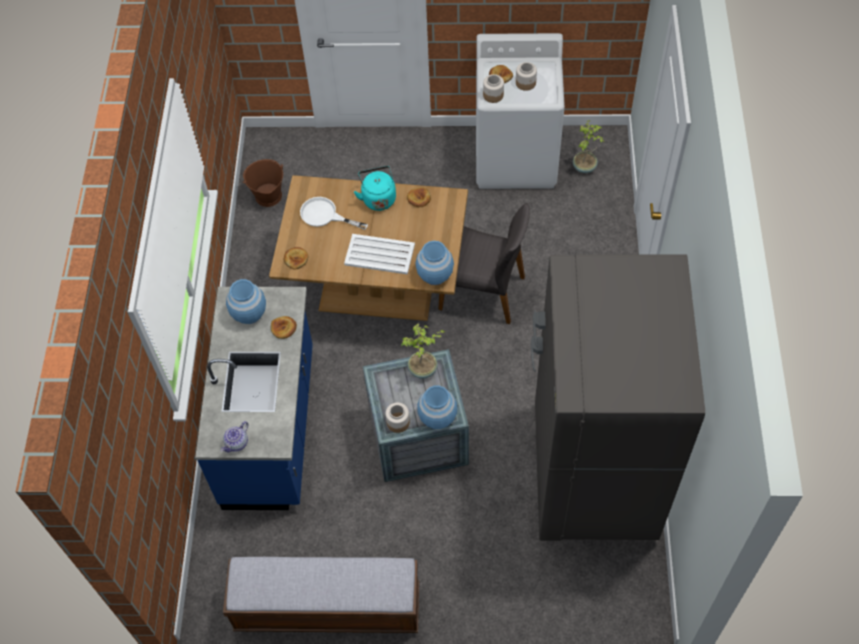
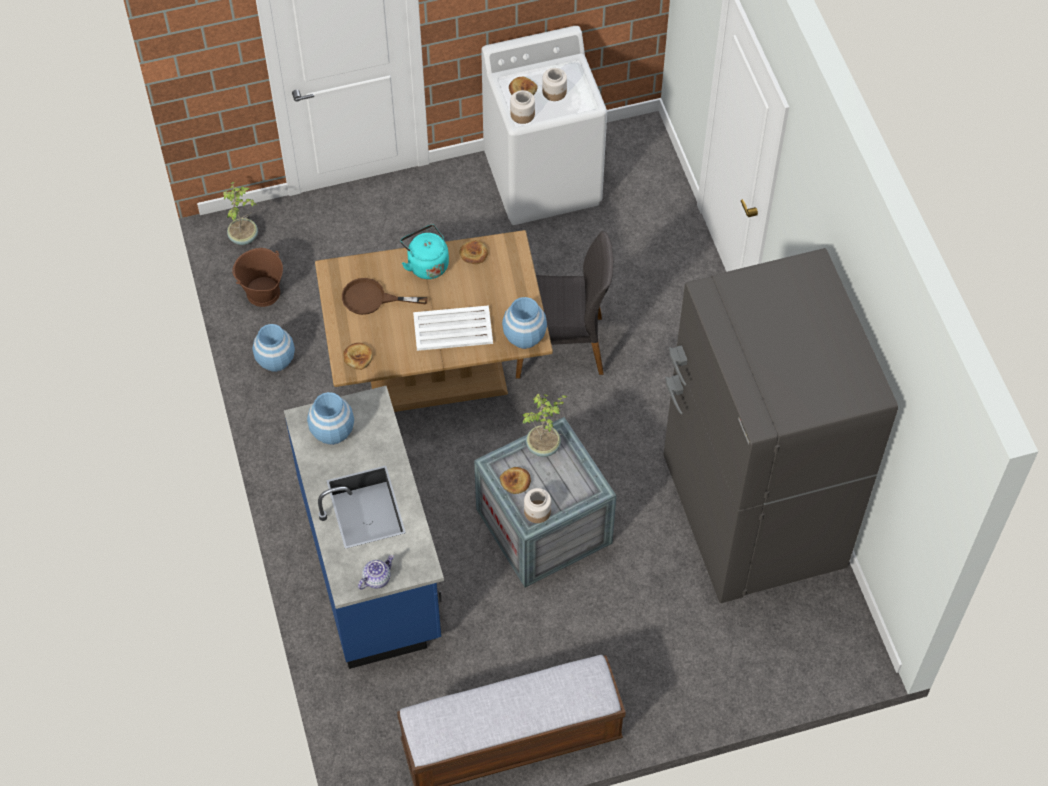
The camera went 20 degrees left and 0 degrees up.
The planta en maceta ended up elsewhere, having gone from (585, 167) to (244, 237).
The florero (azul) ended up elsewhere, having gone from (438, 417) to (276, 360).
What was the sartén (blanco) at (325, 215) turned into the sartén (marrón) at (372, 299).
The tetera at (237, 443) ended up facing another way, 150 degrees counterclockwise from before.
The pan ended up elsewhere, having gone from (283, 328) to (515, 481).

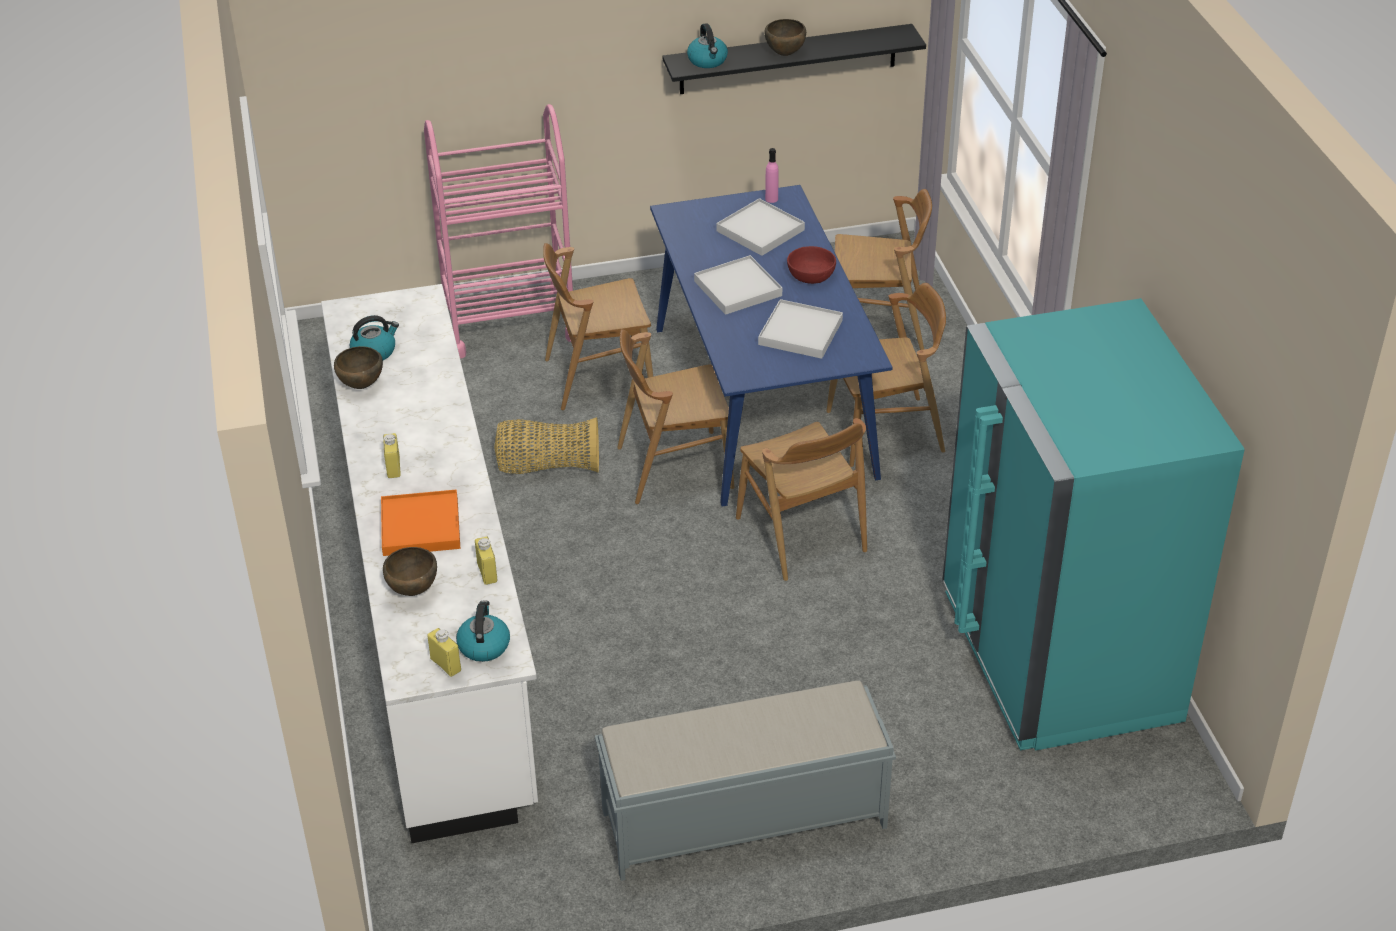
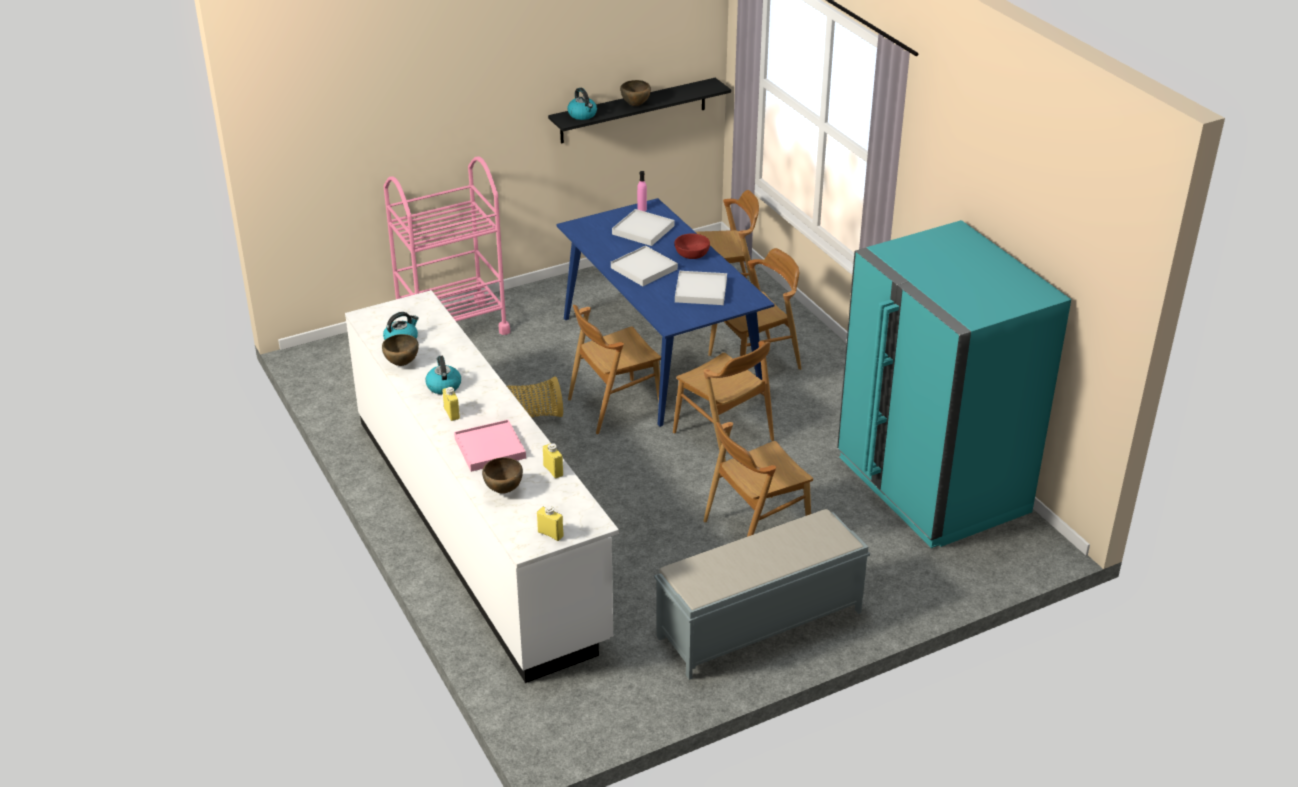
The camera went 15 degrees left and 5 degrees down.
The hervidor ended up elsewhere, having gone from (484, 645) to (443, 386).
What was the bandeja (naranja) at (420, 527) turned into the bandeja (rosa) at (490, 448).
The silla (marrón) ended up elsewhere, having gone from (598, 377) to (756, 529).

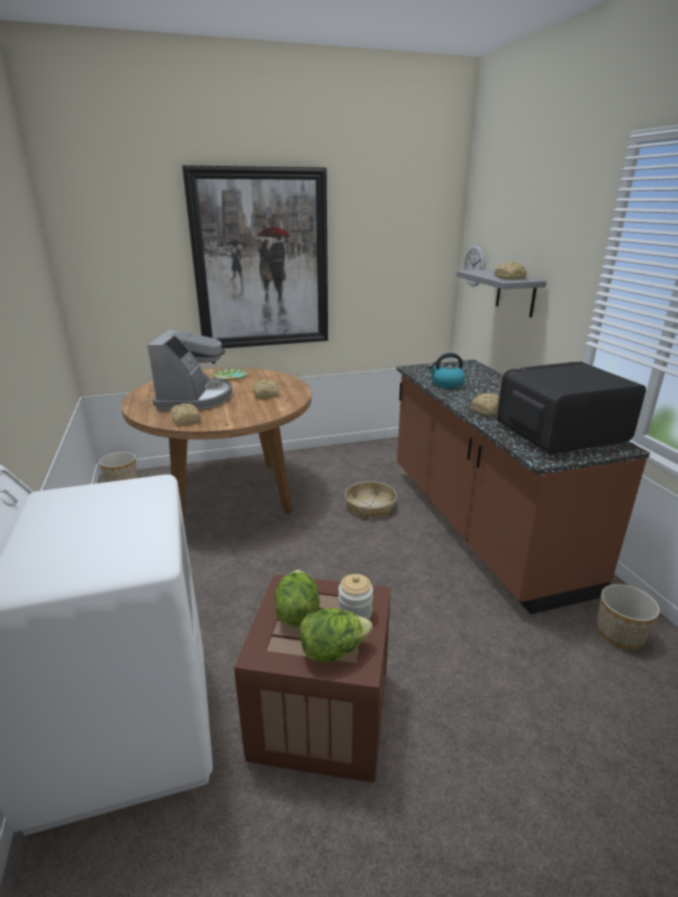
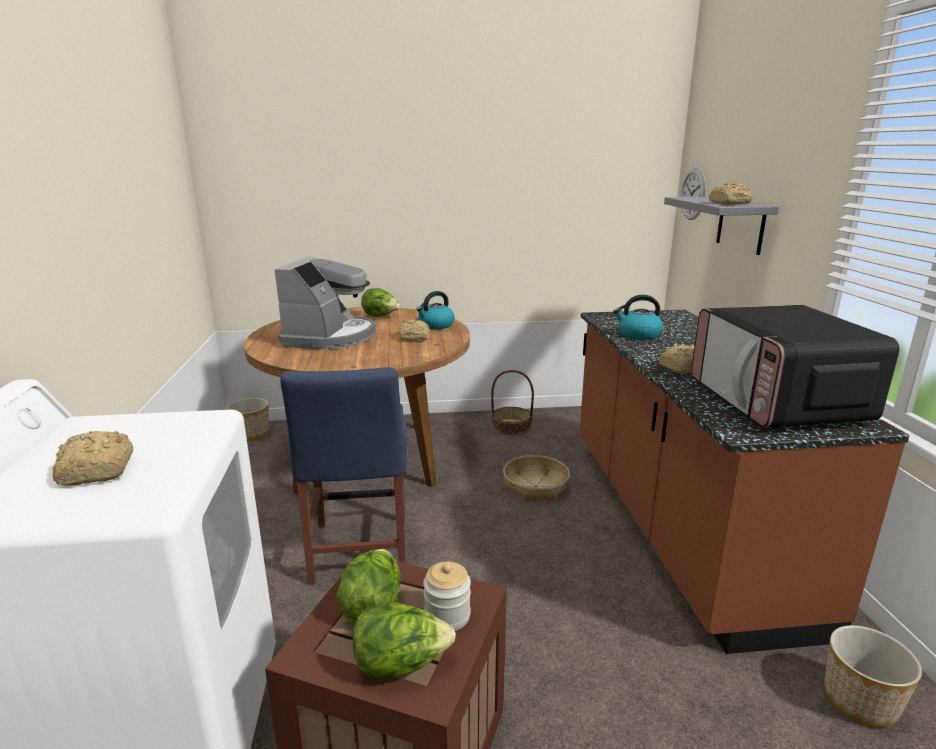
The camera went 10 degrees right and 5 degrees down.
The pan ended up elsewhere, having gone from (185, 420) to (96, 472).
The second view gained the silla (azul) at (358, 553).
Where the plato stood at (230, 376), the lechuga came to stand at (381, 316).
The second view gained the hervidor at (435, 325).
The second view gained the cesta at (511, 426).
The microondas at (559, 434) ended up facing another way, 90 degrees counterclockwise from before.
The second view lost the cuadro at (261, 261).

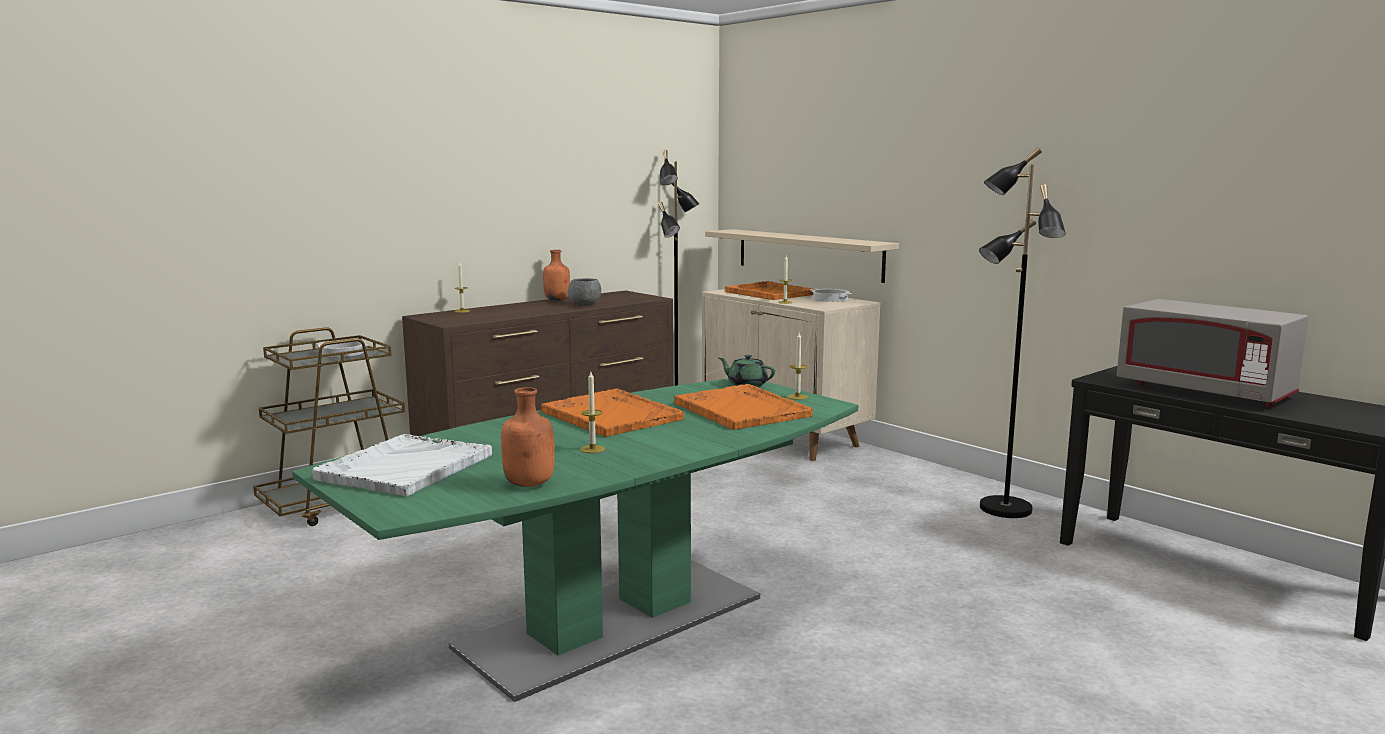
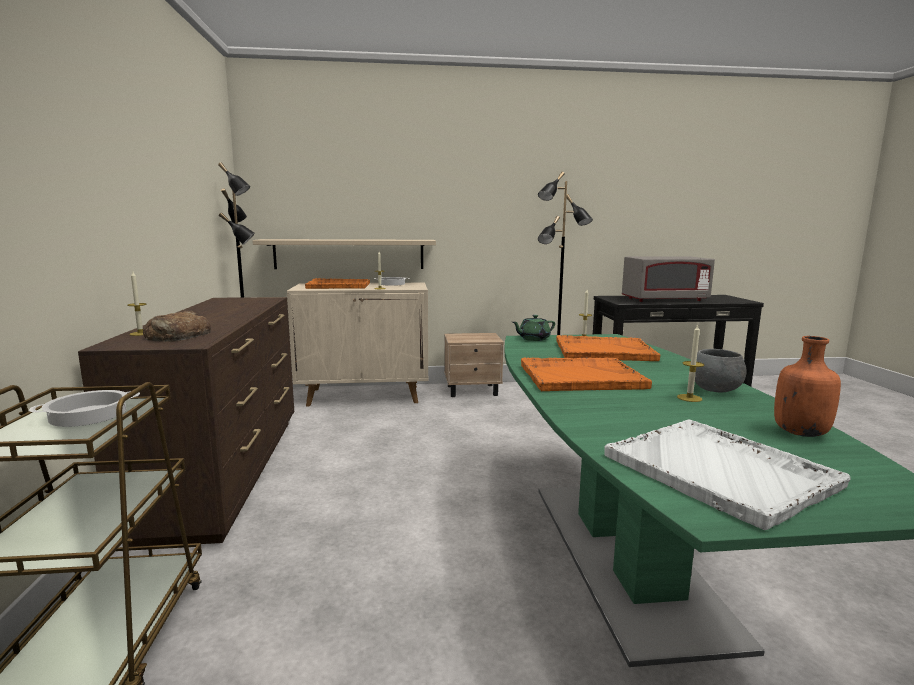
The camera went 55 degrees left and 0 degrees up.
The second view gained the pan at (177, 336).
The second view gained the mesita de noche (beis) at (473, 390).
The cuenco (gris) ended up elsewhere, having gone from (584, 305) to (716, 390).
The second view lost the botella (naranja) at (557, 300).

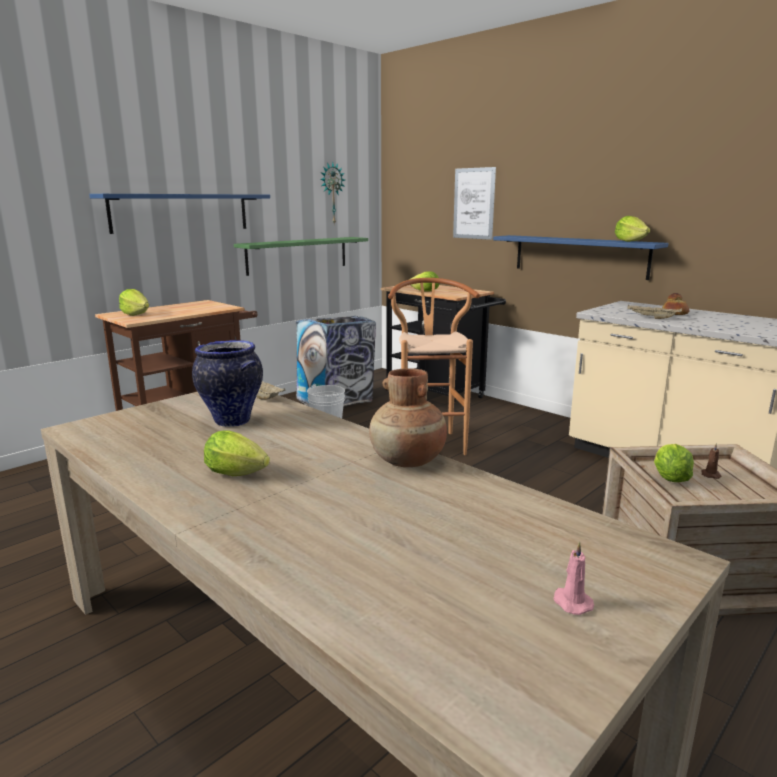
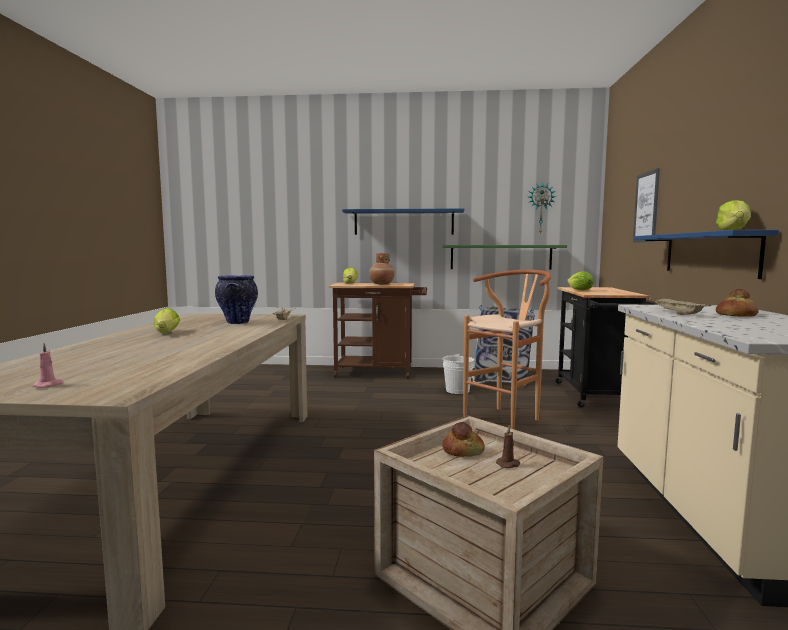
The camera went 50 degrees right and 10 degrees down.
The florero (marrón) ended up elsewhere, having gone from (407, 461) to (381, 284).
Where the lechuga stood at (669, 478), the pan came to stand at (463, 450).

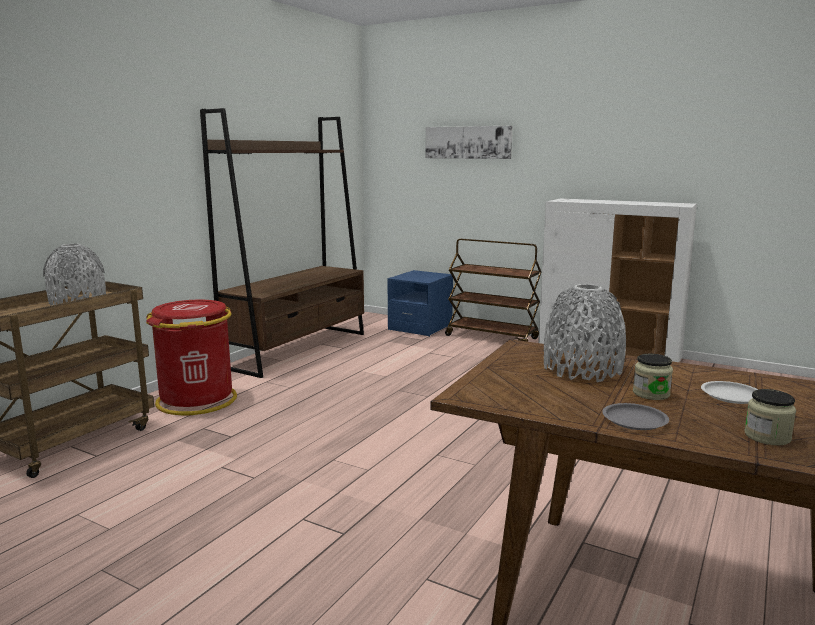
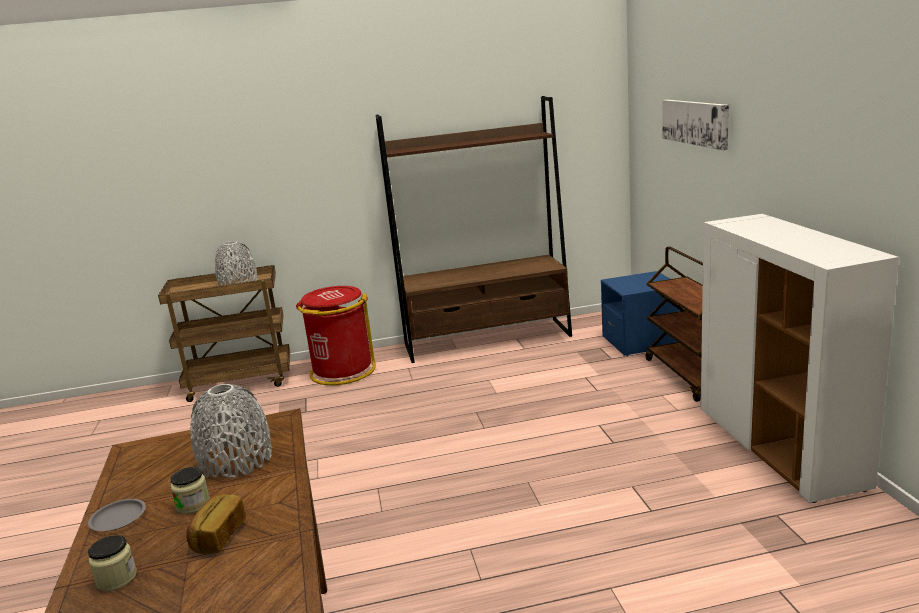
The camera went 50 degrees right and 5 degrees up.
Where the plato (blanco) stood at (730, 396), the pan came to stand at (218, 537).

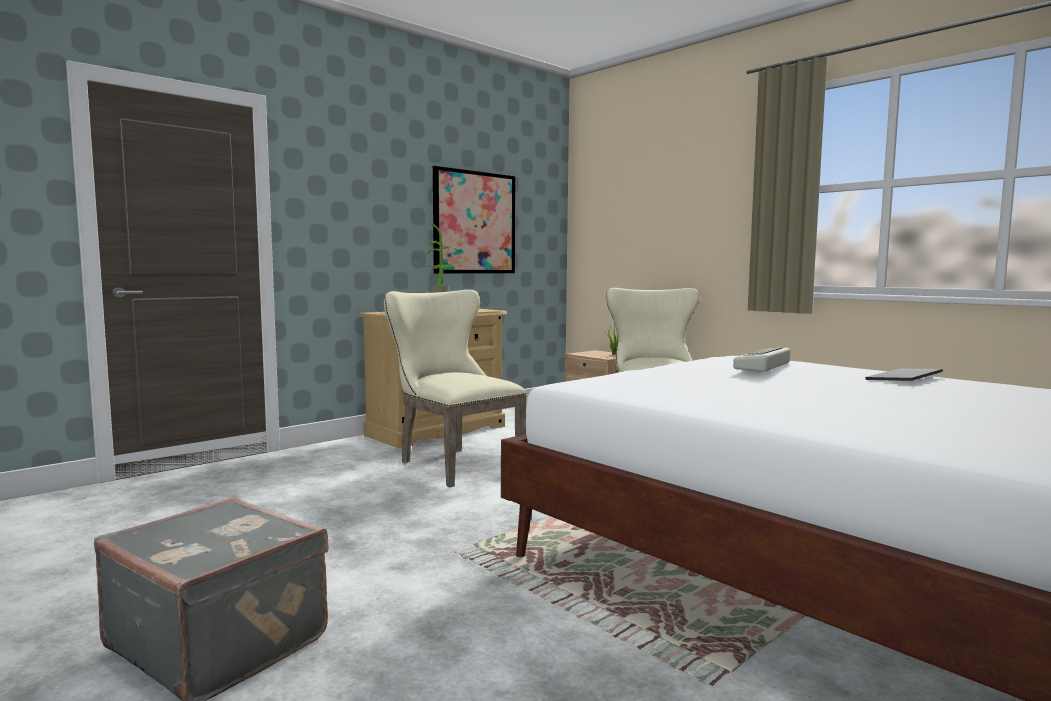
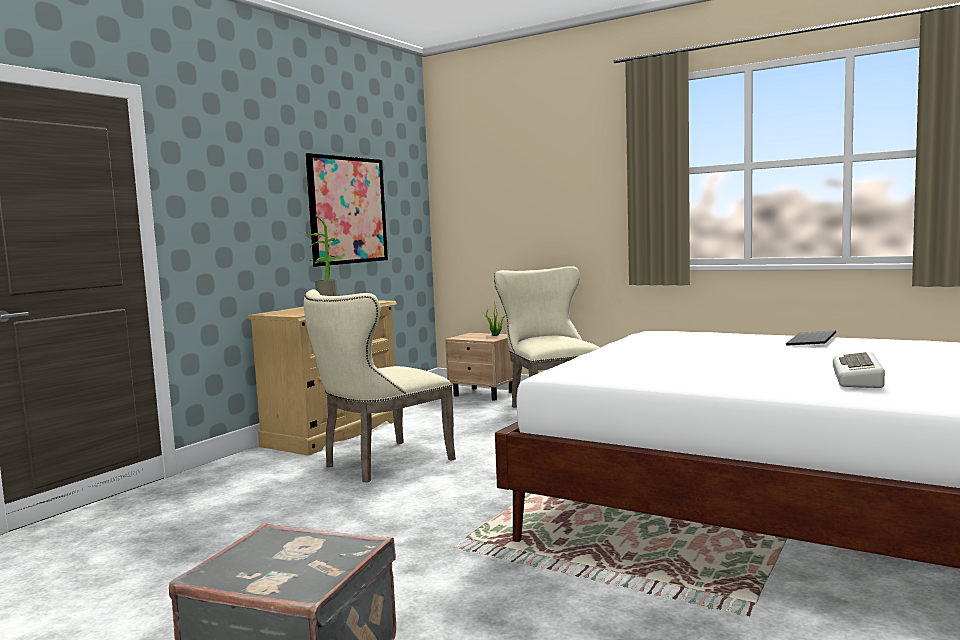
The camera went 15 degrees left and 0 degrees up.
The silla (beis) at (453, 463) ended up facing another way, 75 degrees counterclockwise from before.
The teclado ended up elsewhere, having gone from (764, 366) to (859, 378).

